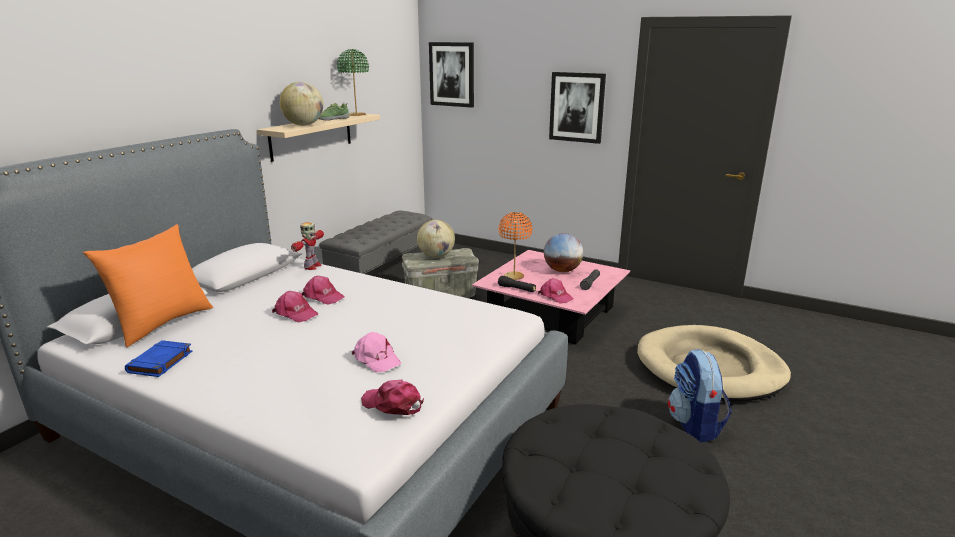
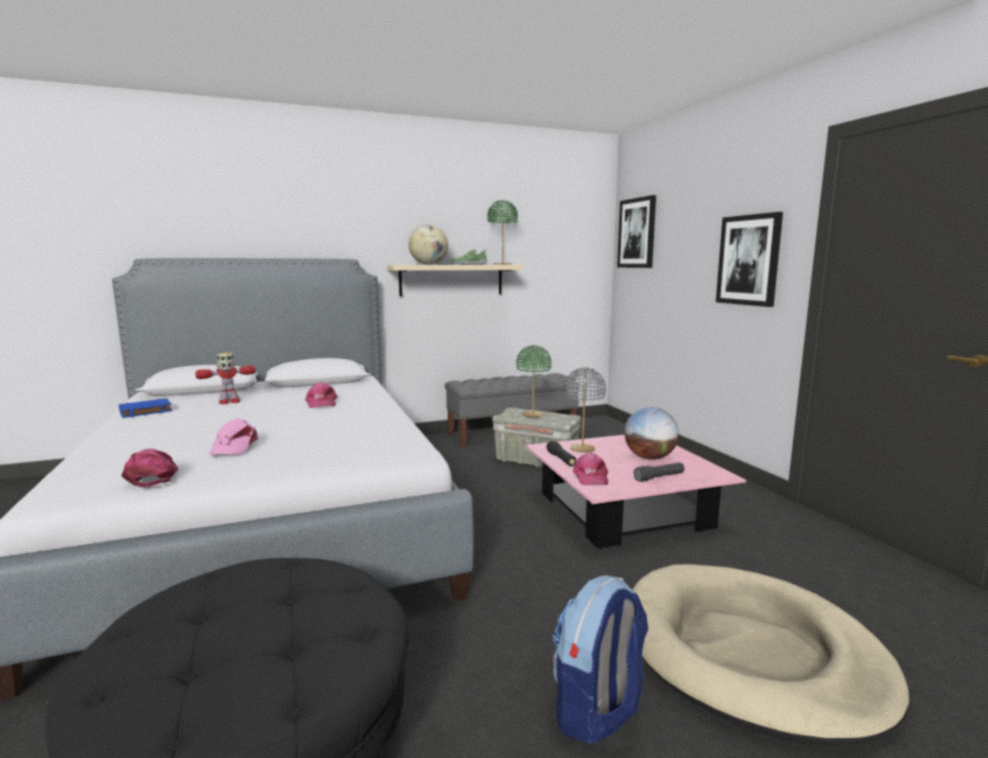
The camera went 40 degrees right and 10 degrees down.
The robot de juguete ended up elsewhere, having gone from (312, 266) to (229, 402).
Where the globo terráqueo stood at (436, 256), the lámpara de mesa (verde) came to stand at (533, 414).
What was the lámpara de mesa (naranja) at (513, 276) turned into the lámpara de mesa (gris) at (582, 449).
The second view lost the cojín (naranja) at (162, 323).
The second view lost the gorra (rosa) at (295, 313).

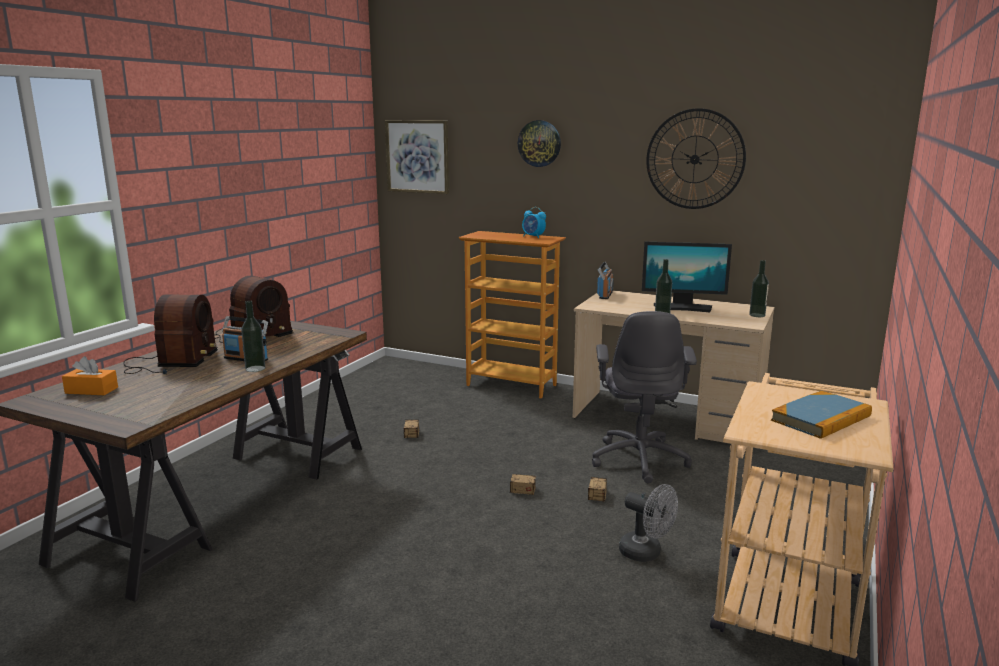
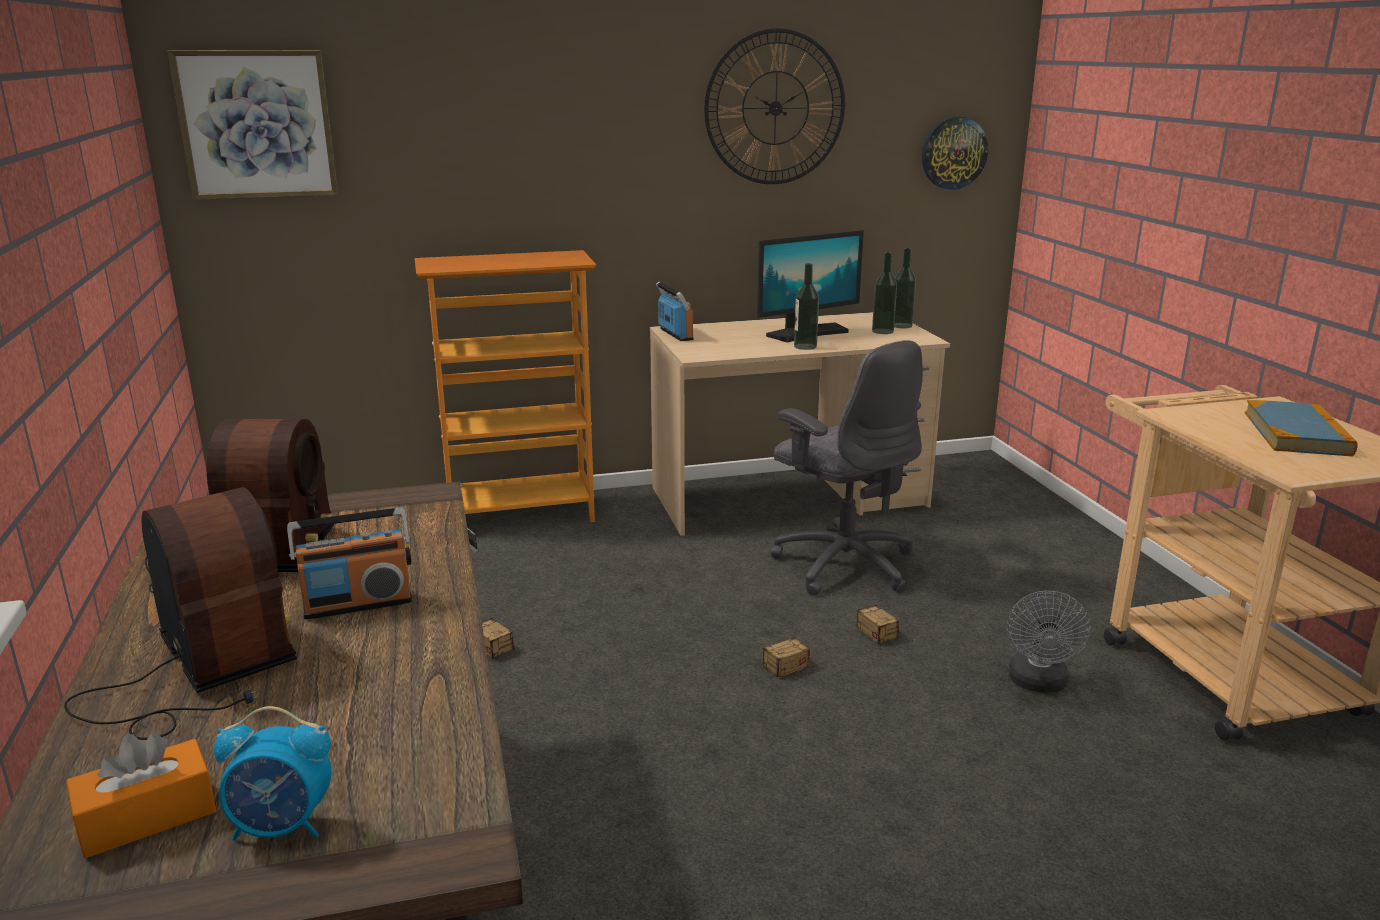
The camera went 40 degrees left and 5 degrees up.
The despertador ended up elsewhere, having gone from (533, 237) to (283, 827).
The botella ended up elsewhere, having gone from (255, 369) to (882, 331).
The reloj de pared ended up elsewhere, having gone from (539, 143) to (953, 153).
The ventilador (gris) at (646, 553) ended up facing another way, 105 degrees clockwise from before.

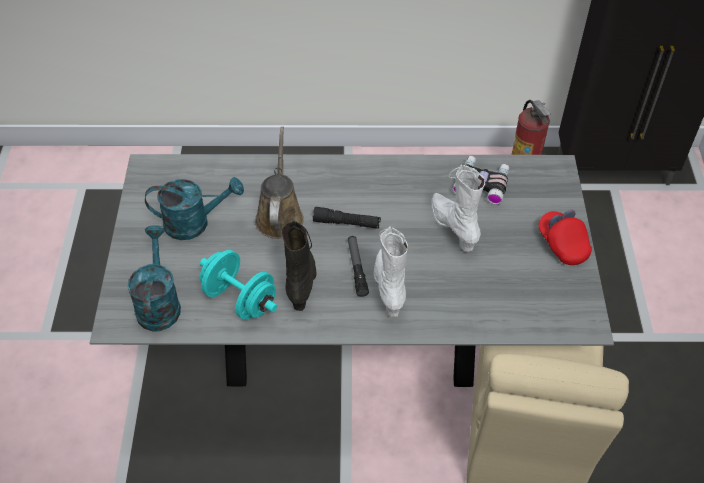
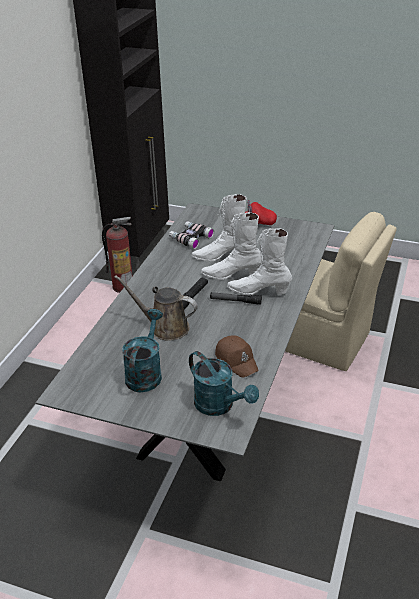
The camera went 70 degrees left and 15 degrees down.
The regadera (turquesa) at (158, 303) ended up facing another way, 150 degrees counterclockwise from before.
The second view gained the bota (blanco) at (232, 275).
Where the mancuerna (turquesa) stood at (240, 299), the gorra (marrón) came to stand at (236, 360).
The second view lost the bota (negro) at (302, 282).

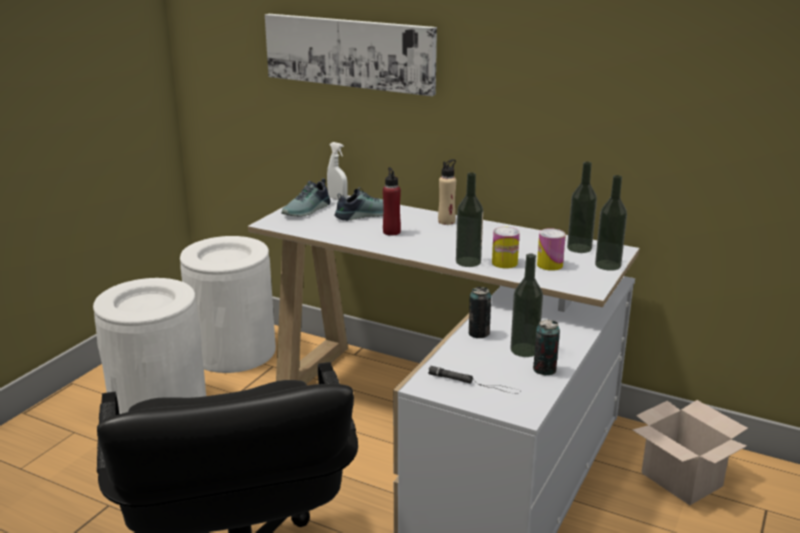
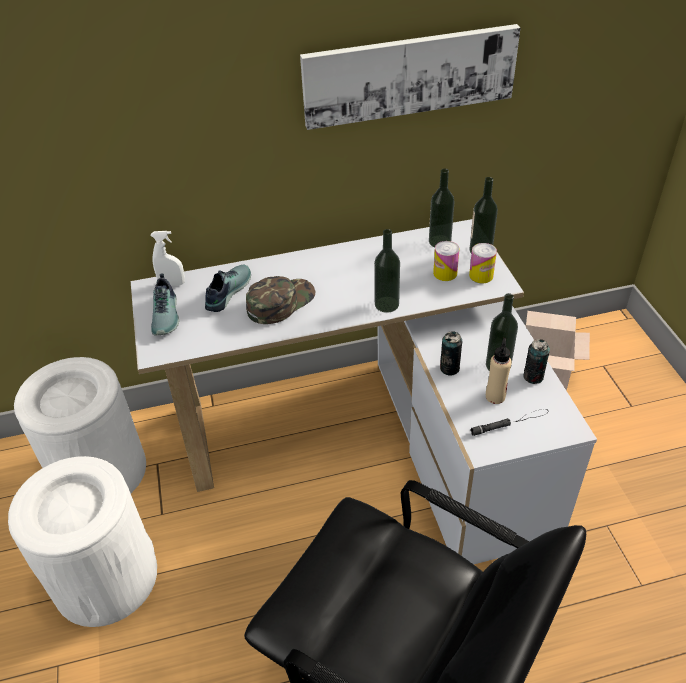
The camera went 40 degrees left and 20 degrees up.
Where the botella (rojo) stood at (391, 232), the gorra (verde) came to stand at (280, 302).
The cuadro ended up elsewhere, having gone from (350, 52) to (409, 75).
The lata ended up elsewhere, having gone from (504, 263) to (481, 275).
The botella (beis) ended up elsewhere, having gone from (446, 221) to (495, 396).

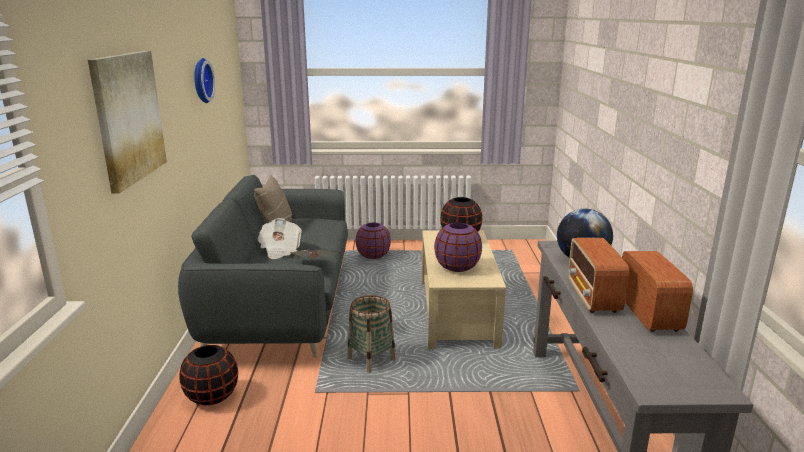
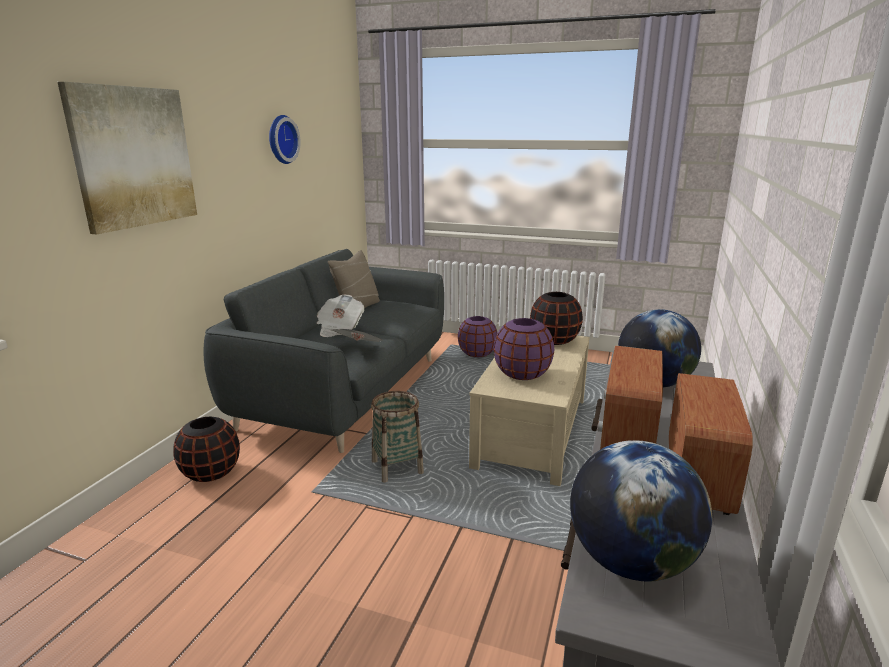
The camera went 20 degrees right and 0 degrees up.
The second view gained the globo terráqueo at (630, 562).

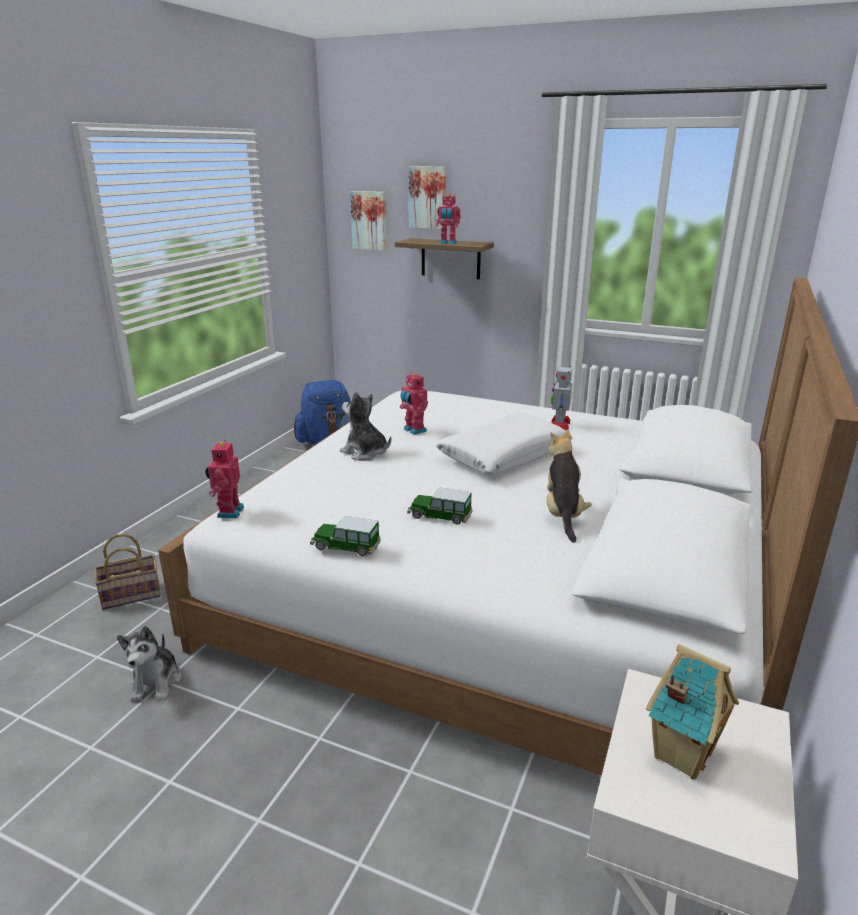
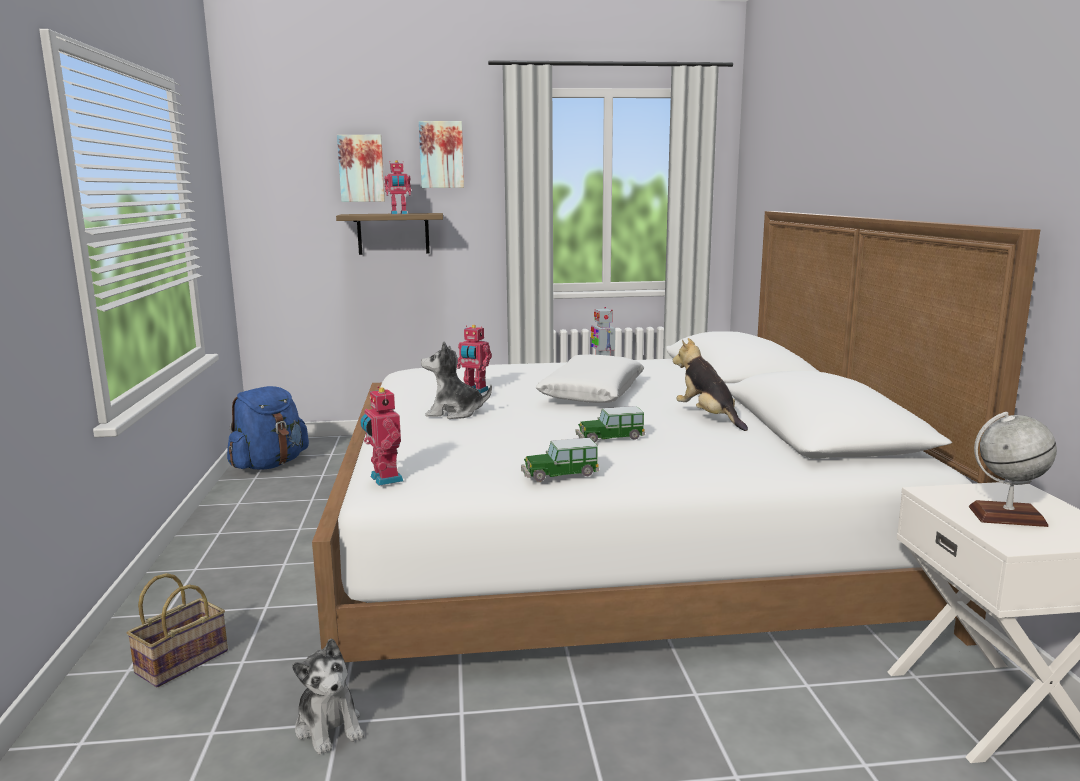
The camera went 30 degrees left and 10 degrees down.
The cuadro ended up elsewhere, having gone from (369, 220) to (441, 155).
Where the casita stood at (680, 754), the globo terráqueo came to stand at (1007, 516).

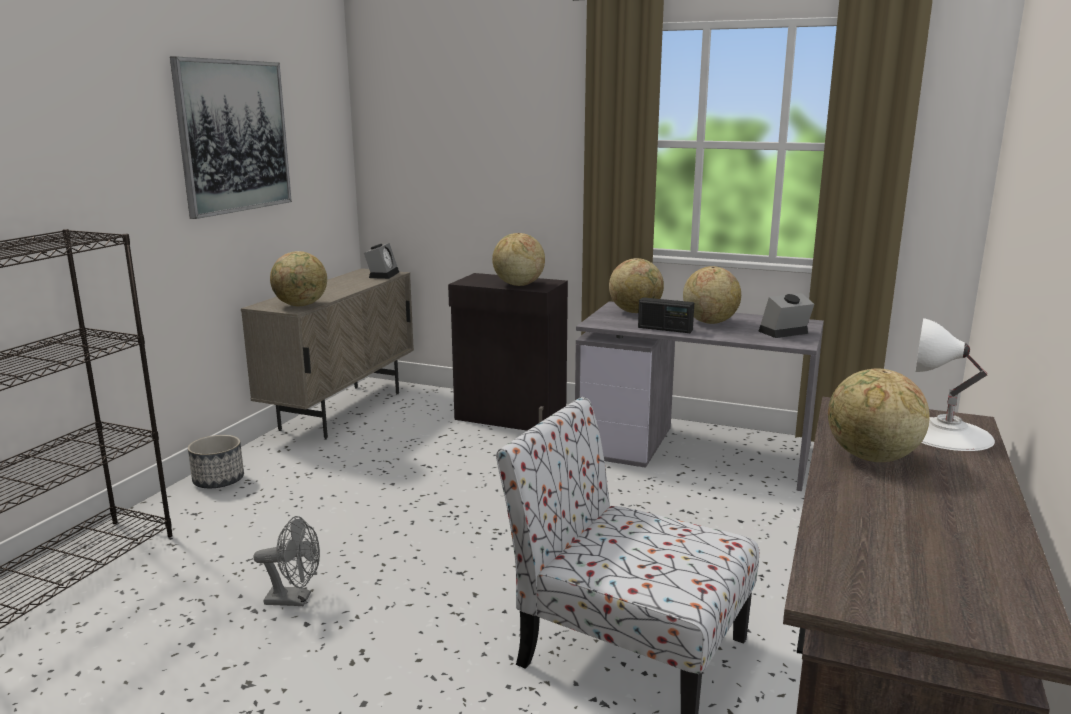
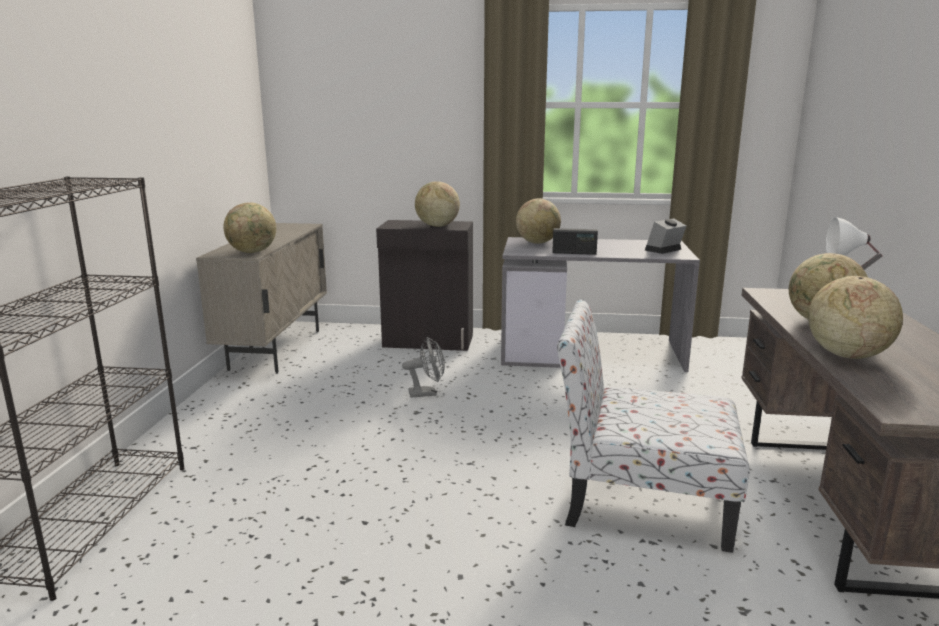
The camera went 15 degrees left and 0 degrees up.
The ventilador (gris) ended up elsewhere, having gone from (295, 599) to (427, 393).
The globo terráqueo ended up elsewhere, having gone from (709, 322) to (846, 355).
The second view lost the cuadro at (234, 136).
The second view lost the maceta at (218, 481).
The second view lost the despertador at (382, 274).

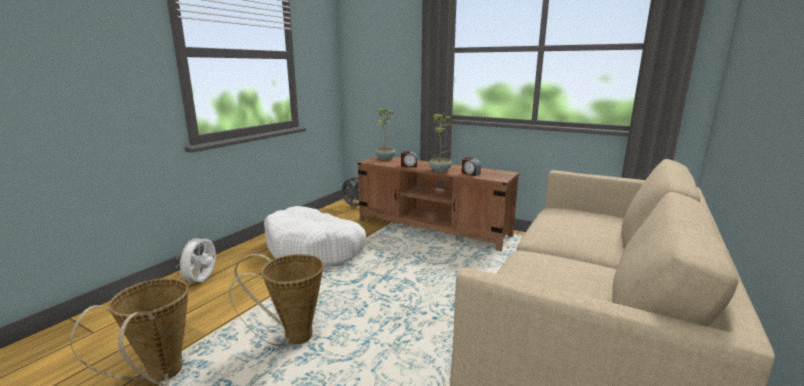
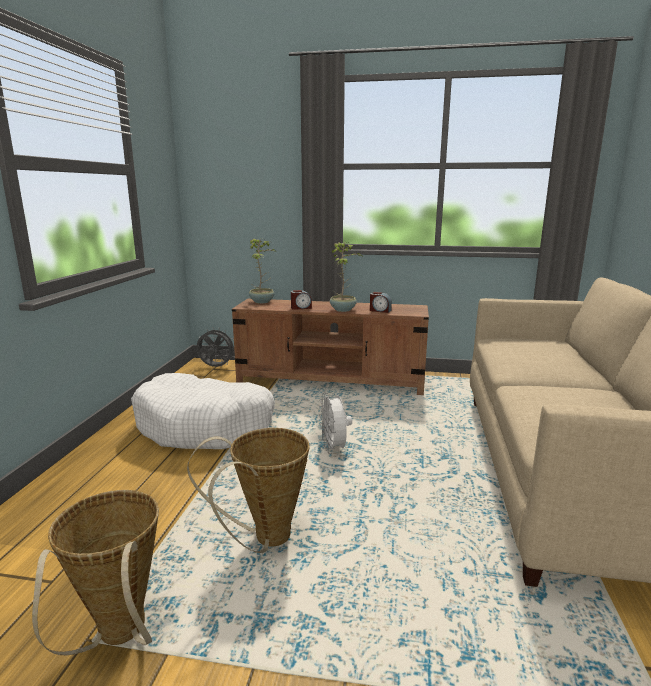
The camera went 20 degrees left and 0 degrees up.
The ventilador (blanco) ended up elsewhere, having gone from (202, 281) to (334, 448).

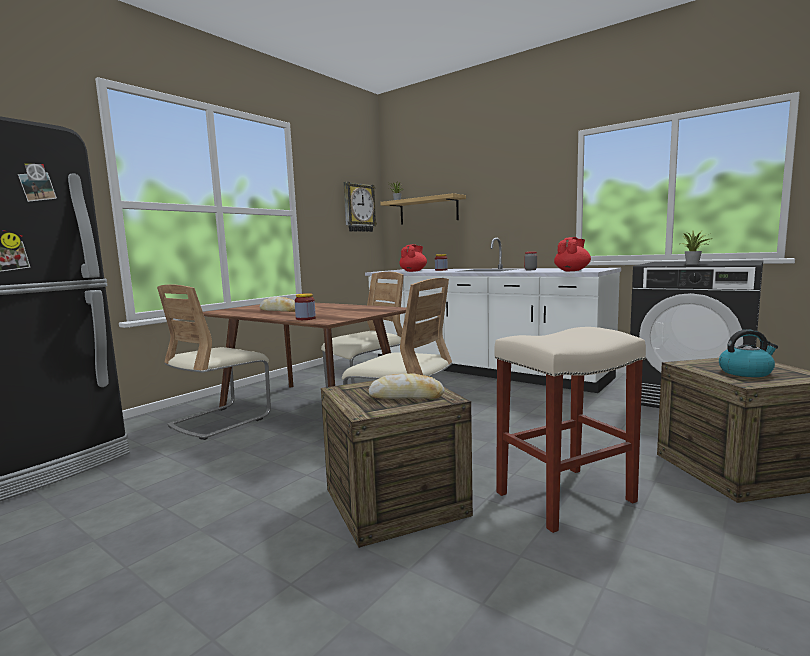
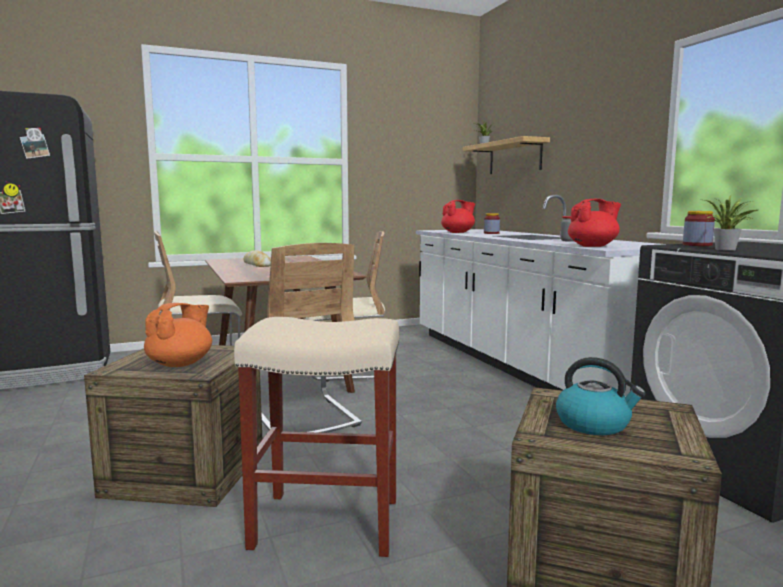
The camera went 30 degrees right and 0 degrees up.
Where the pan stood at (406, 396), the tetera (naranja) came to stand at (181, 364).
The tarro ended up elsewhere, having gone from (305, 319) to (697, 245).
The second view lost the reloj de pared at (358, 208).

